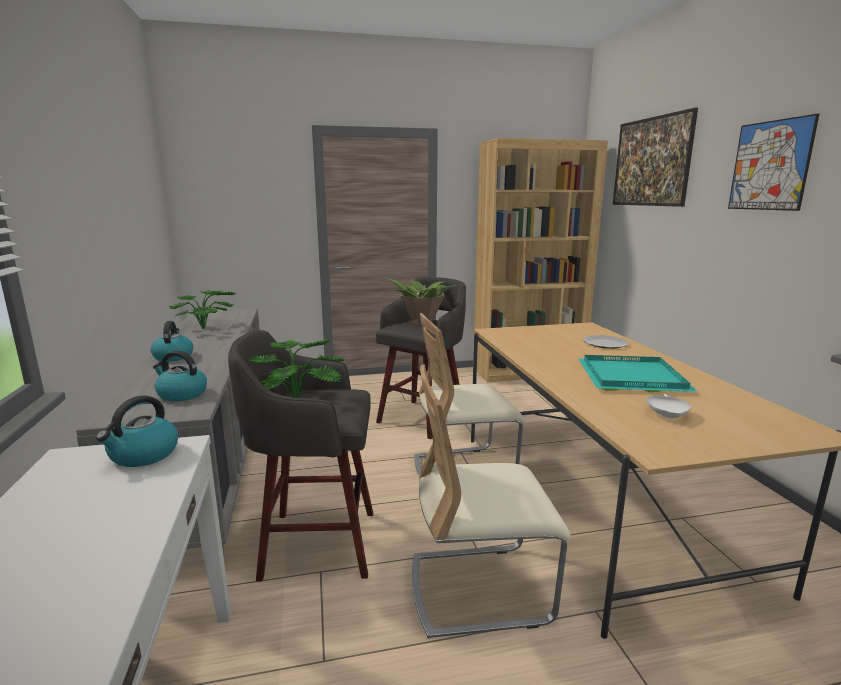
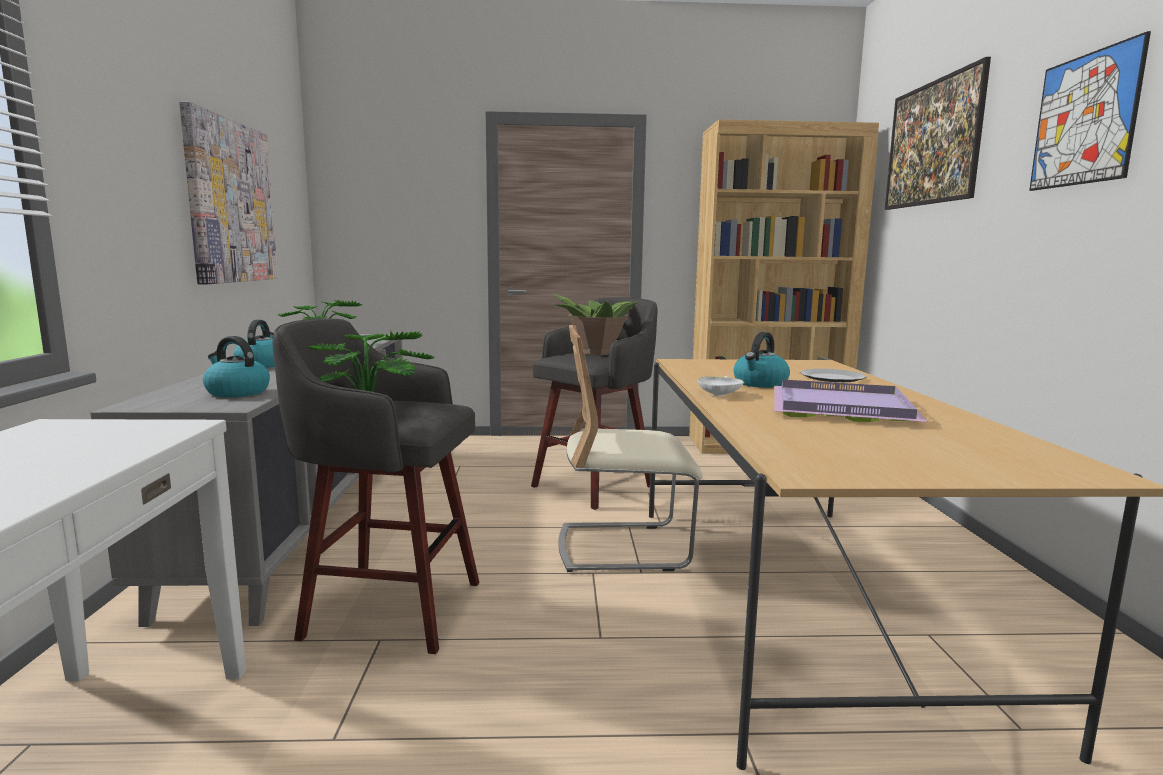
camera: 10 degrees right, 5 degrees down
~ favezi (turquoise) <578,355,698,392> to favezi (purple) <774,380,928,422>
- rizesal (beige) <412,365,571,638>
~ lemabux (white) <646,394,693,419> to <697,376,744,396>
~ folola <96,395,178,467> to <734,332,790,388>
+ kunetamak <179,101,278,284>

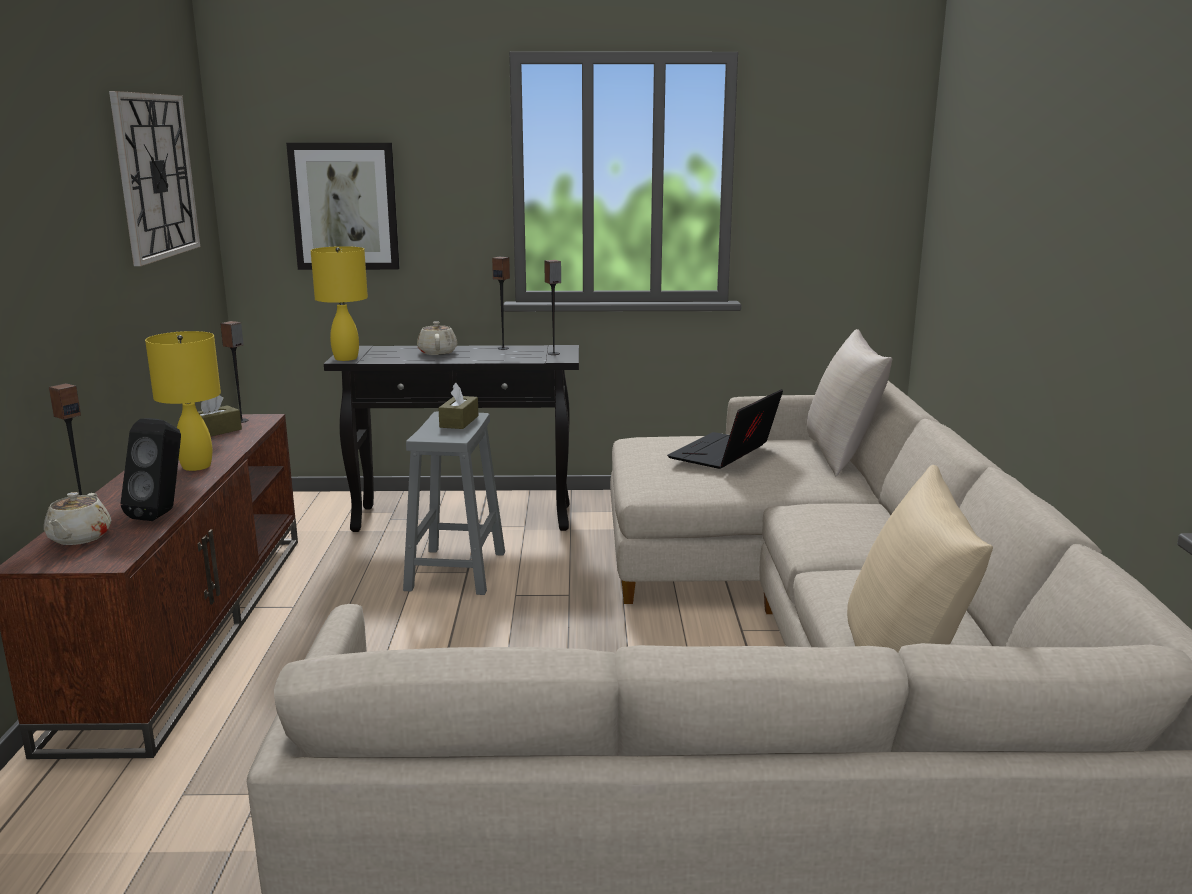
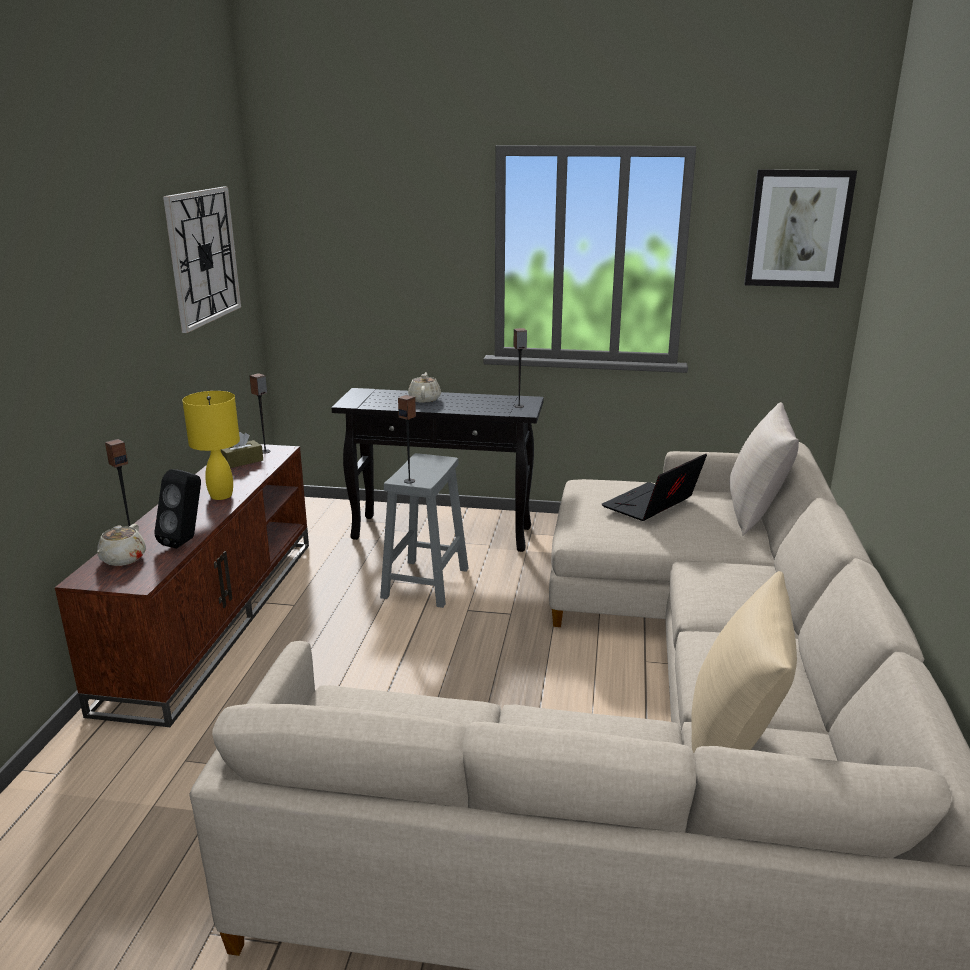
camera: 10 degrees right, 5 degrees up
~ kunetamak <286,143,400,270> to <744,169,857,288>
- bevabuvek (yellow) <311,246,368,361>
~ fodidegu <492,257,510,350> to <398,395,416,483>
- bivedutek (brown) <438,383,479,429>

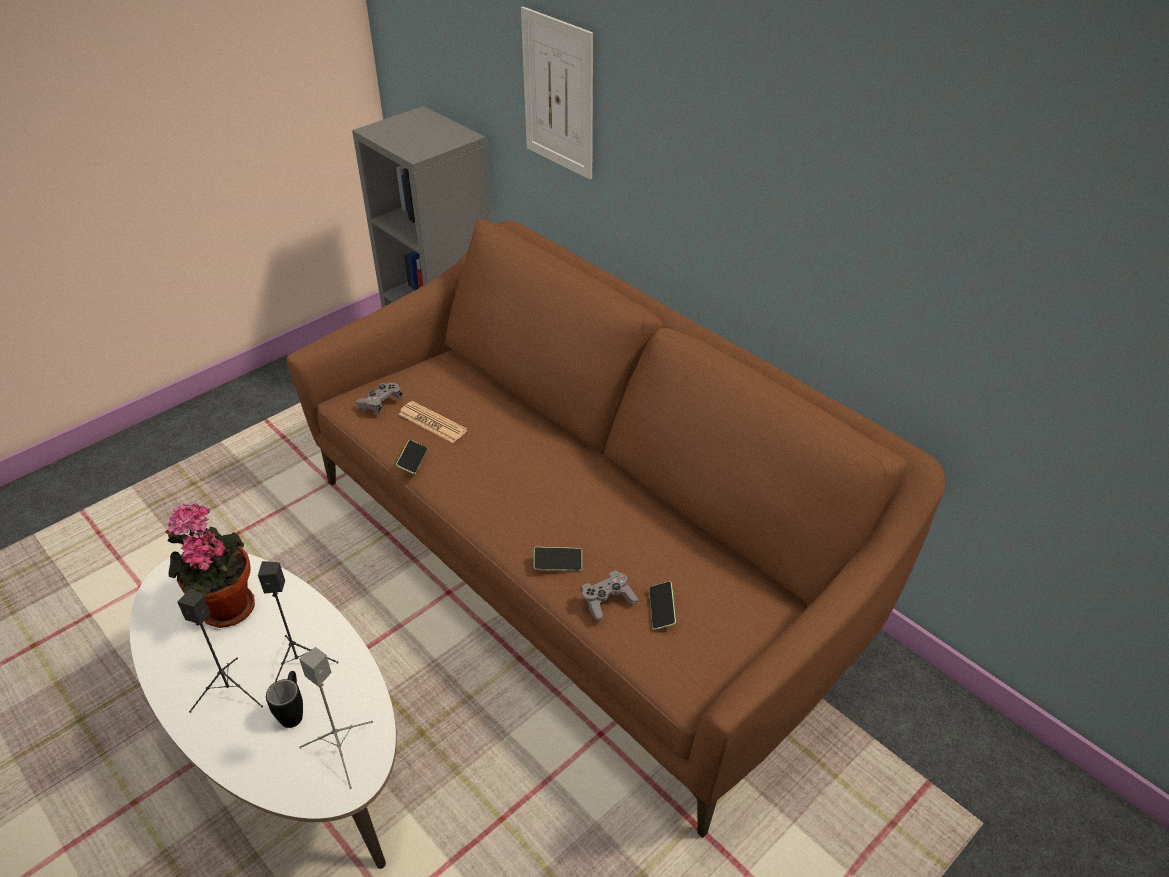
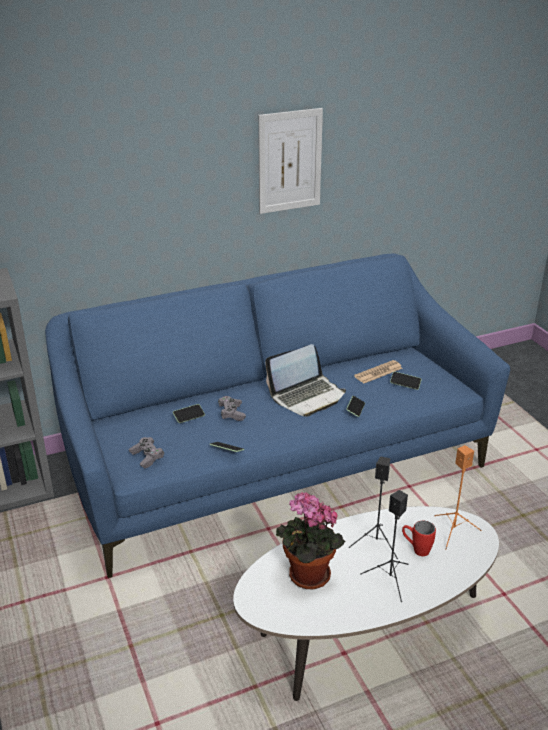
camera: 70 degrees left, 10 degrees down
~ kunetamak <521,7,593,179> to <258,108,323,214>
~ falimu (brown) <286,220,946,838> to falimu (blue) <45,254,510,578>
~ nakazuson <398,401,467,443> to <354,360,403,383>
~ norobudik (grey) <581,570,638,621> to <218,396,246,421>
~ fodidegu (grey) <299,647,373,789> to fodidegu (orange) <434,445,481,550>
~ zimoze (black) <266,671,303,728> to zimoze (red) <402,521,436,556>
+ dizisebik <265,344,346,417>
+ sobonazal <173,404,205,423>

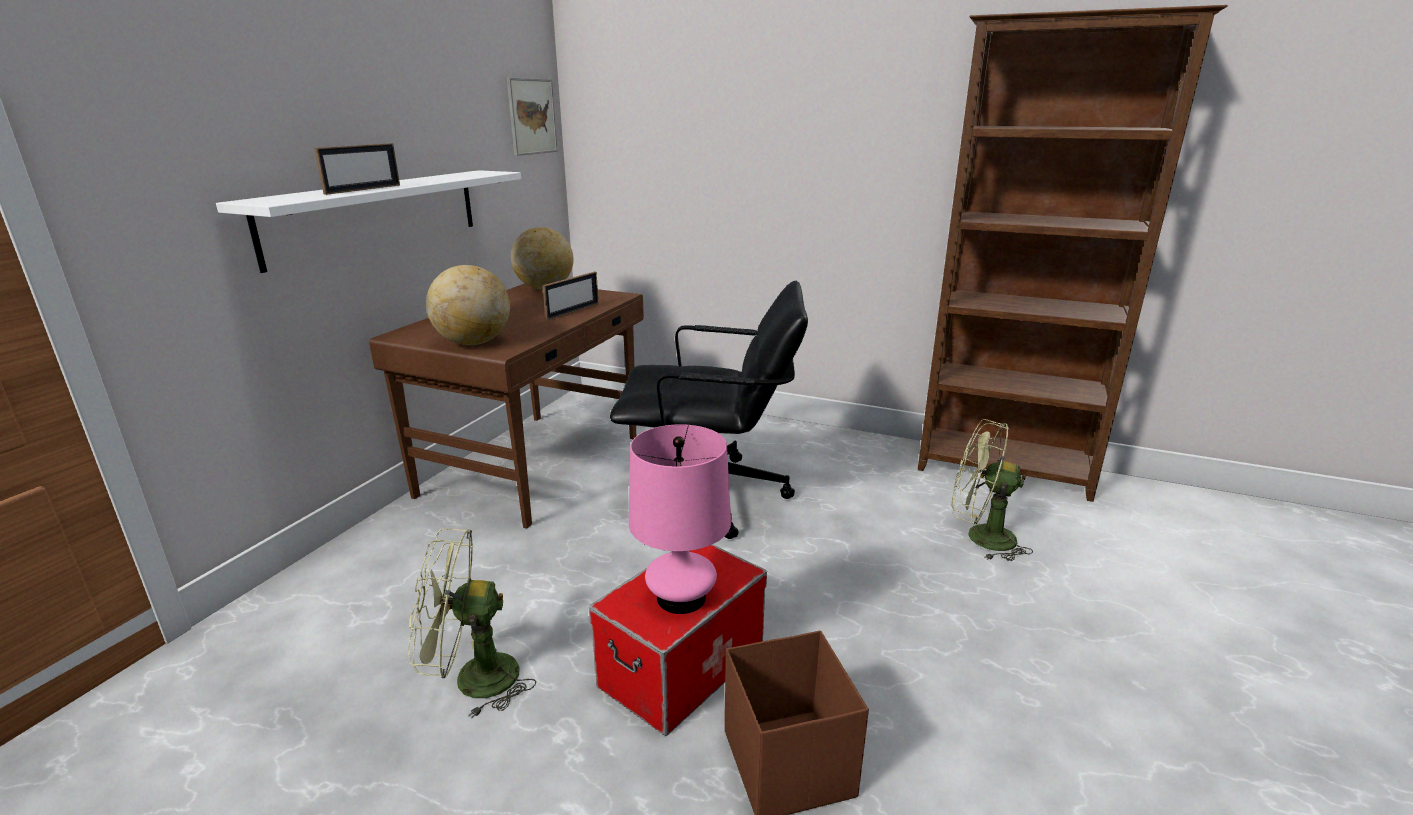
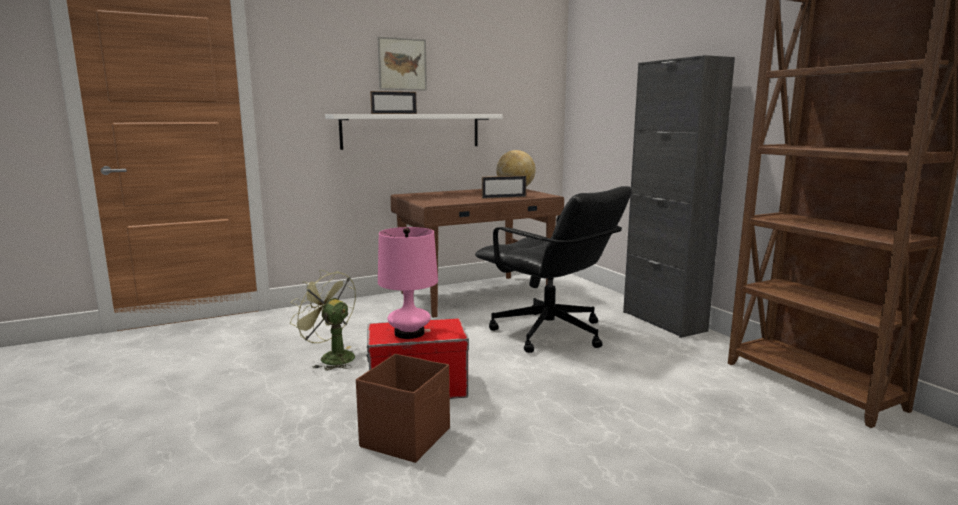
camera: 40 degrees right, 10 degrees down
~ kunetamak <507,78,558,156> to <378,36,427,91>
- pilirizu <426,265,510,345>
- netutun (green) <951,419,1033,561>
+ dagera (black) <623,55,735,338>

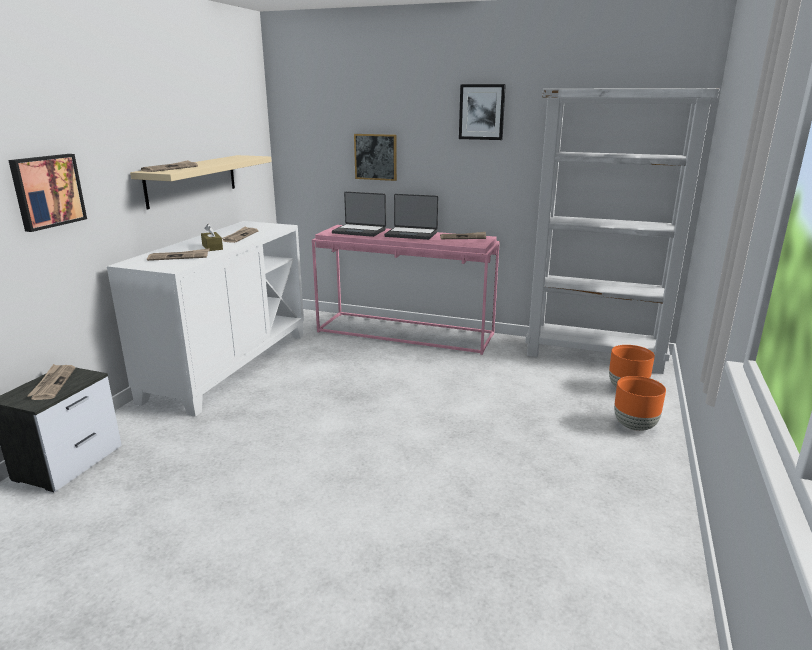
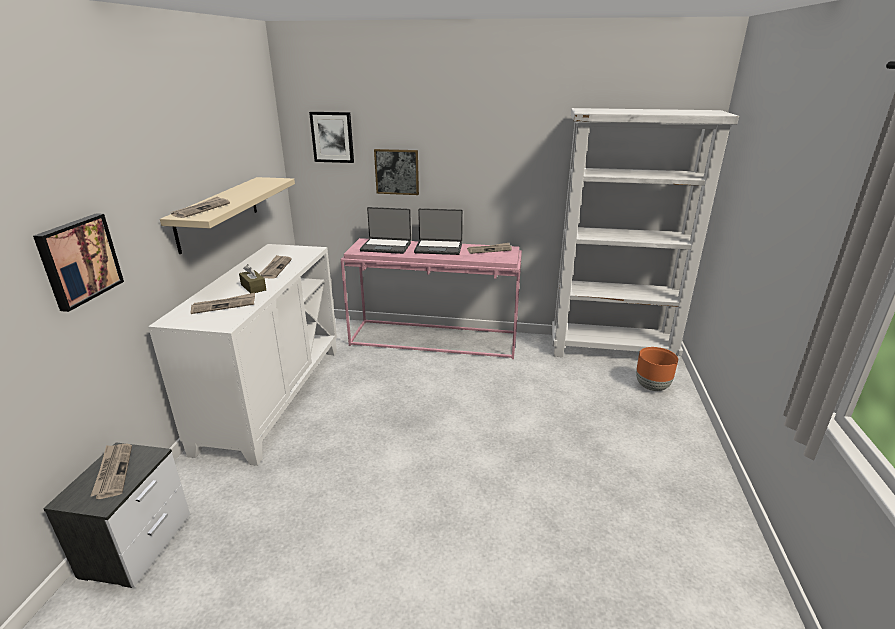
camera: 10 degrees left, 5 degrees up
~ kunetamak <459,84,506,140> to <309,112,354,163>
- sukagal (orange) <614,376,666,431>

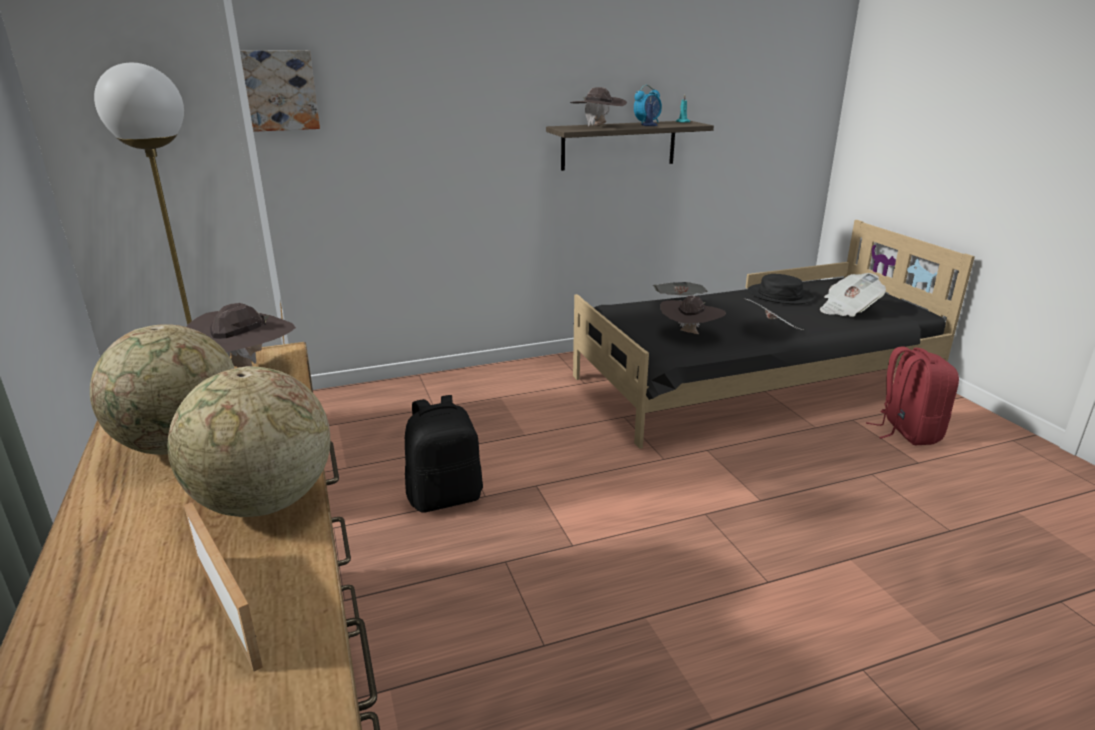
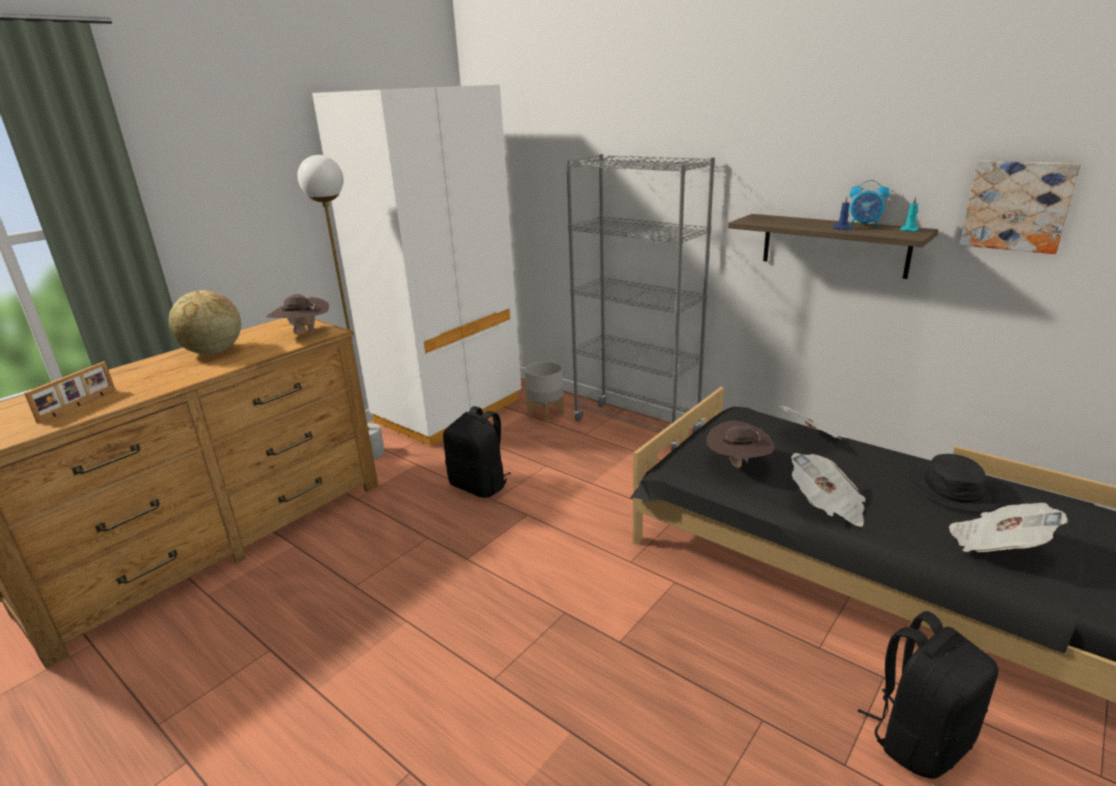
camera: 60 degrees right, 0 degrees up
~ kunetamak <240,50,320,132> to <960,161,1081,254>
- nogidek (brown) <570,87,627,127>
~ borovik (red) <866,347,959,445> to borovik (black) <857,611,998,779>
- pilirizu <167,366,330,517>
+ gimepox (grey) <566,154,715,451>
+ sukagal (grey) <525,361,564,424>

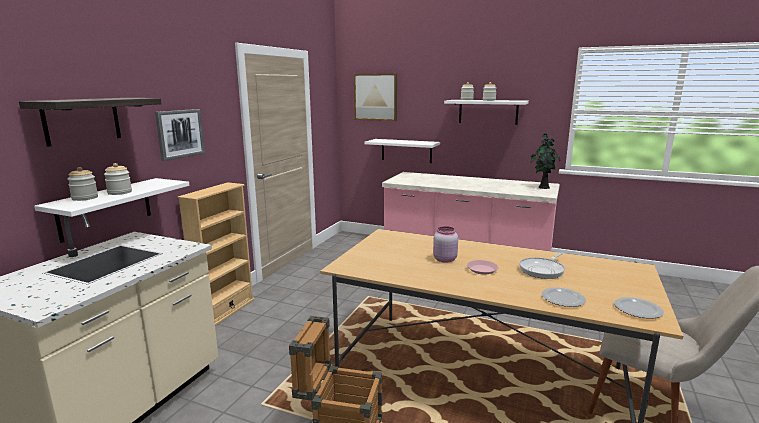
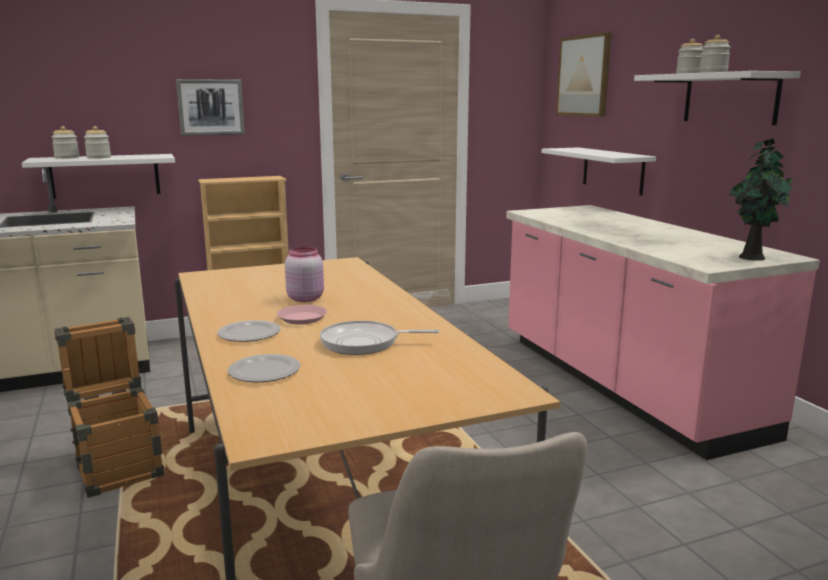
camera: 45 degrees right, 0 degrees up
- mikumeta <19,98,162,147>
~ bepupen <614,297,664,319> to <217,320,281,342>

